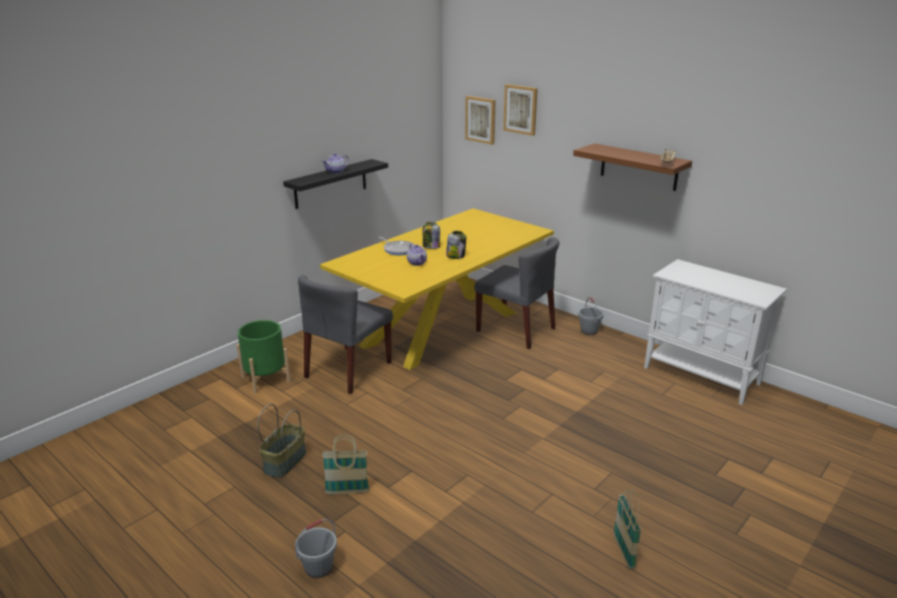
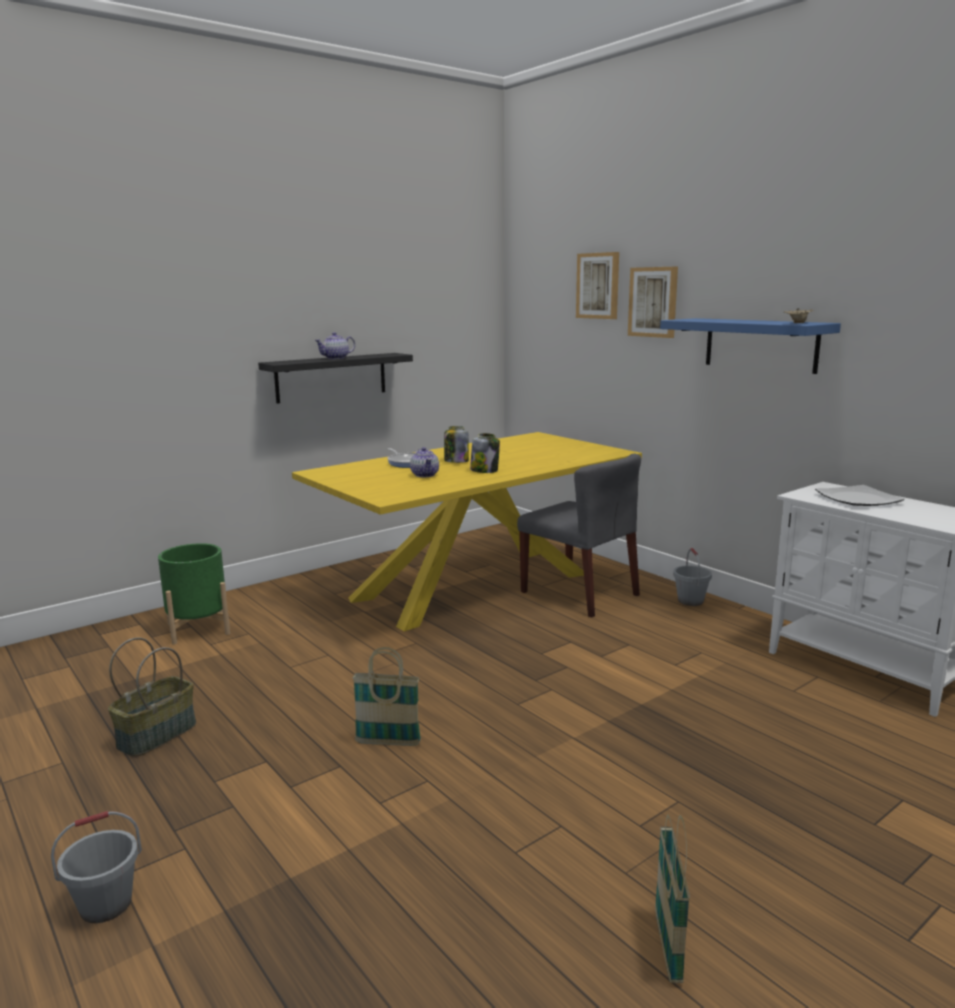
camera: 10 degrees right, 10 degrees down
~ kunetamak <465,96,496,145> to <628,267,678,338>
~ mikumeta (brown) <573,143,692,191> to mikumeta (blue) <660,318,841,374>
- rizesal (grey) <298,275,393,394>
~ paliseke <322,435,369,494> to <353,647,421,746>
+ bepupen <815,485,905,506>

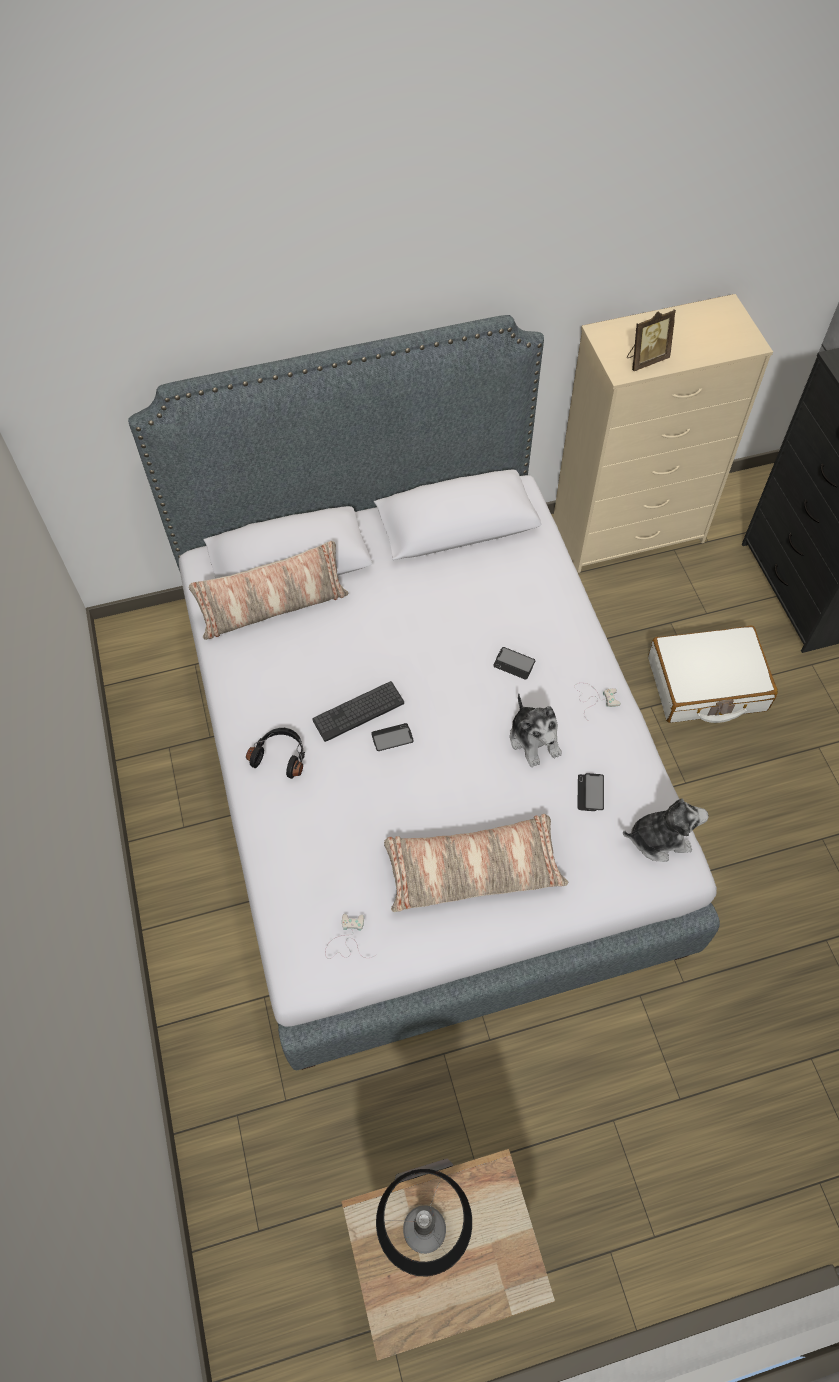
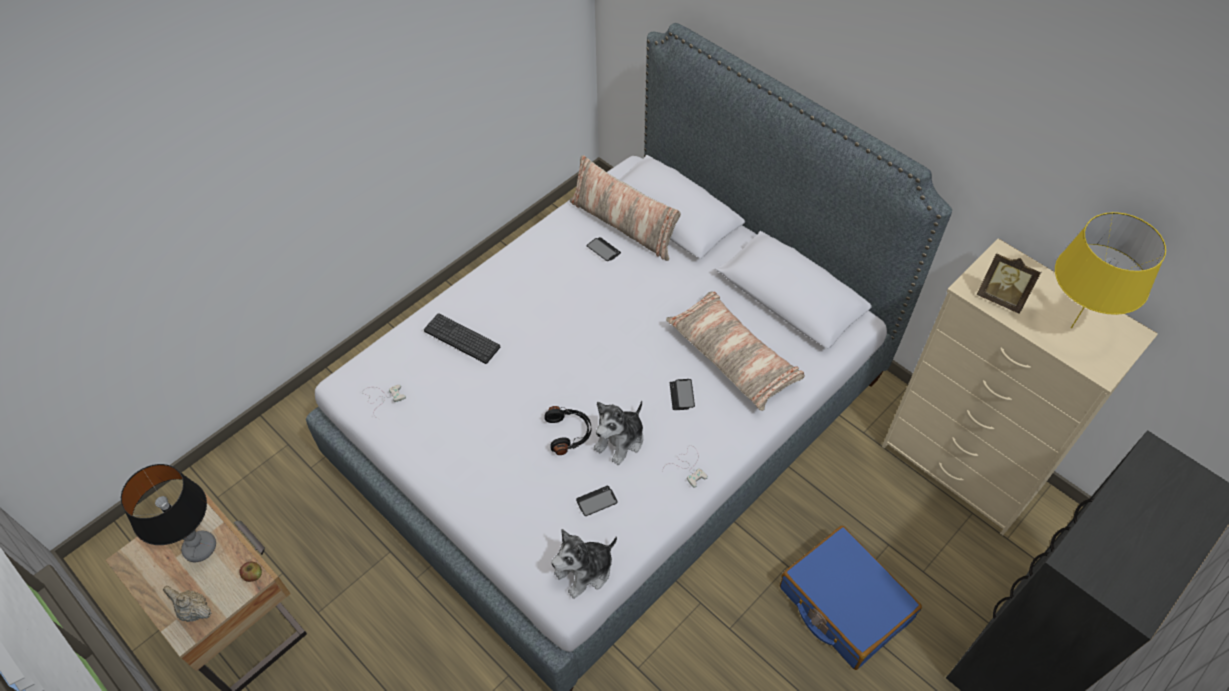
camera: 60 degrees right, 5 degrees down
~ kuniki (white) <648,626,778,723> to kuniki (blue) <780,526,922,670>
~ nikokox <312,681,404,742> to <424,313,500,364>
~ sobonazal <371,723,414,751> to <587,237,621,261>
~ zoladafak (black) <246,728,305,779> to <544,406,591,455>
~ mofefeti <623,798,709,862> = <552,529,617,599> 90 degrees clockwise
~ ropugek <384,814,568,912> to <666,292,805,411>
+ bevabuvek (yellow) <1055,212,1166,328>
+ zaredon <239,562,262,582>
+ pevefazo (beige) <163,586,212,622>

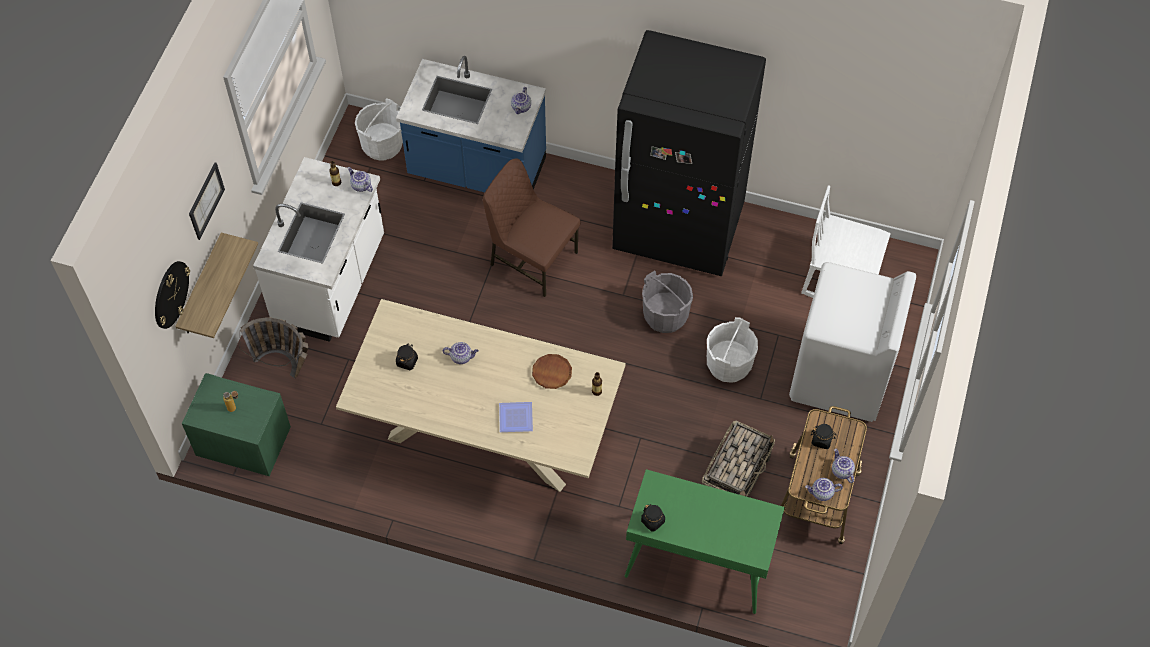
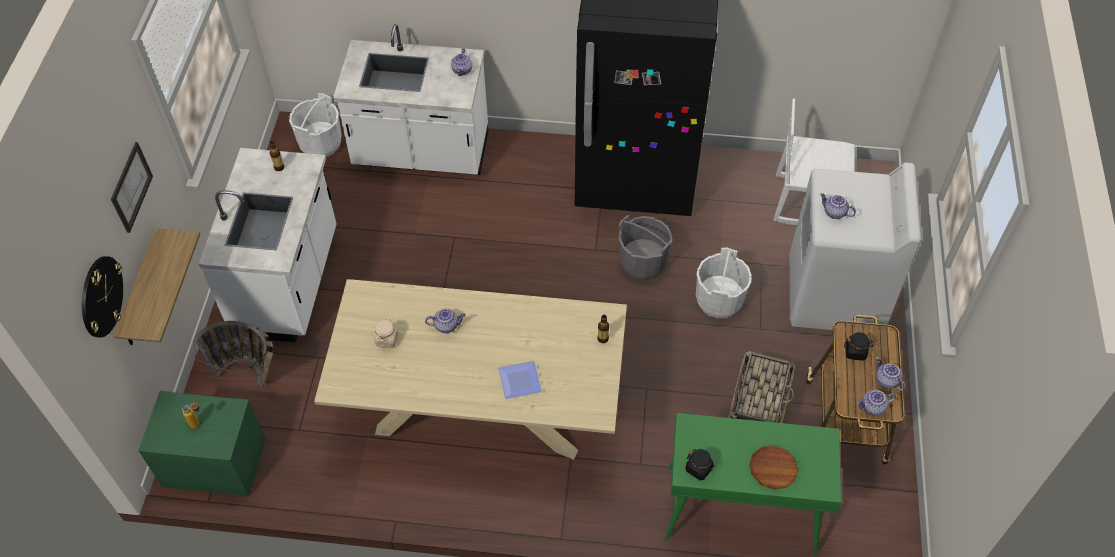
camera: 10 degrees left, 5 degrees down
~ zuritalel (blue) <396,56,546,192> to zuritalel (white) <333,24,489,175>
- rizesal (brown) <483,159,580,297>
~ pevefazo <348,167,373,192> to <820,193,856,219>
~ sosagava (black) <396,343,418,370> to sosagava (beige) <374,319,399,349>
~ bepupen (brown) <532,354,572,389> to <749,446,798,490>

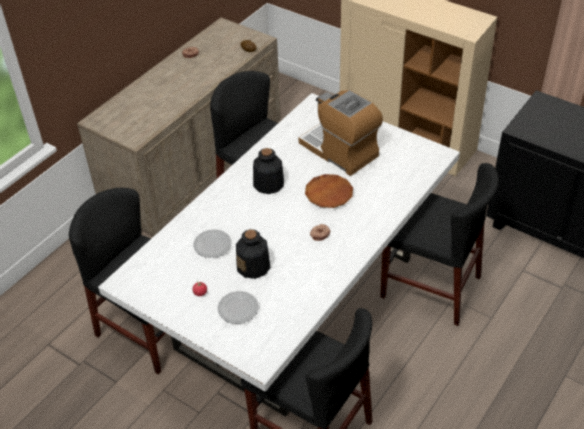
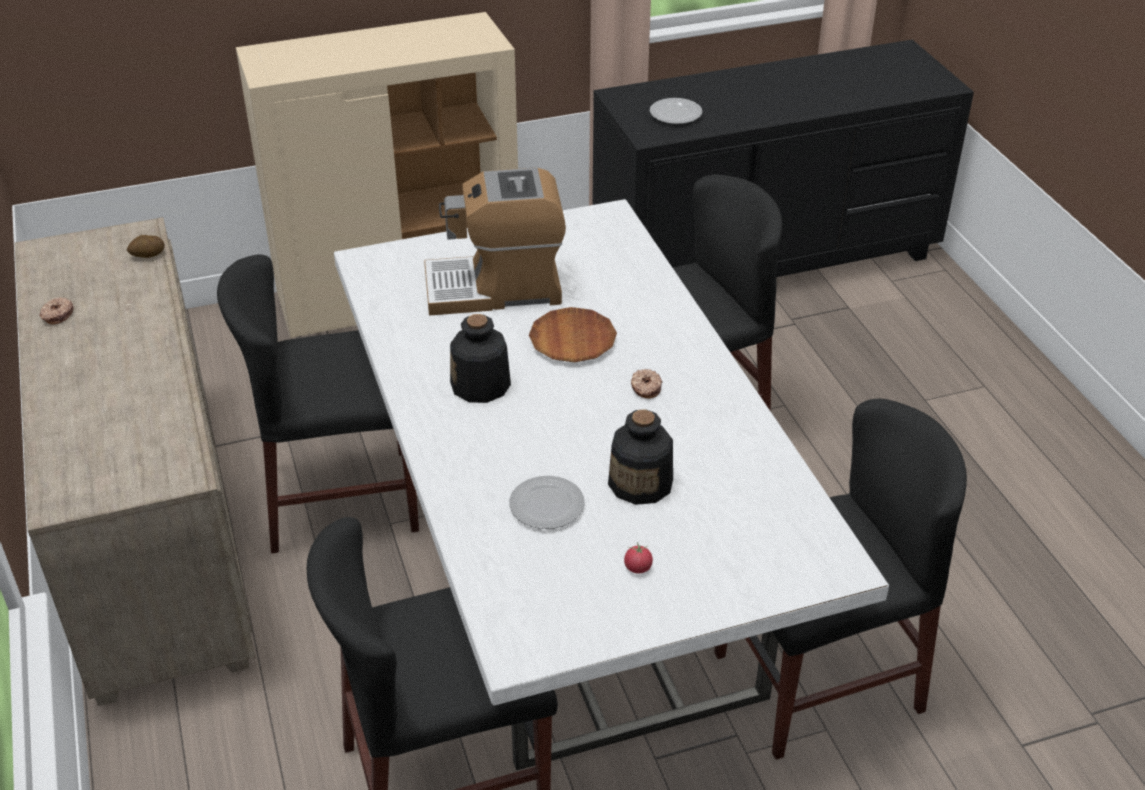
camera: 55 degrees left, 5 degrees down
~ bepupen <218,291,259,324> to <650,98,702,124>

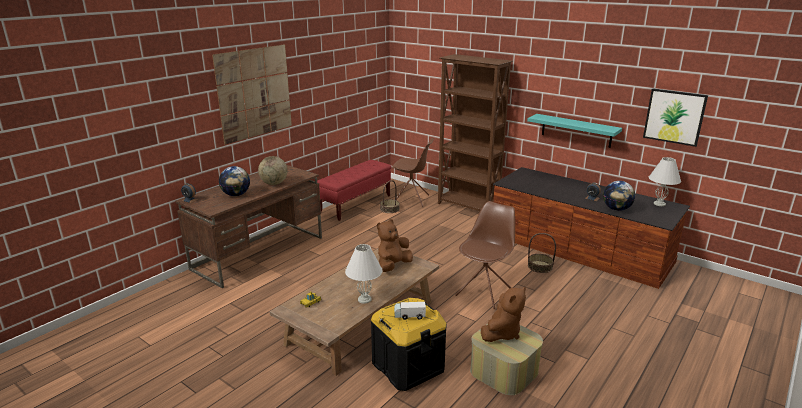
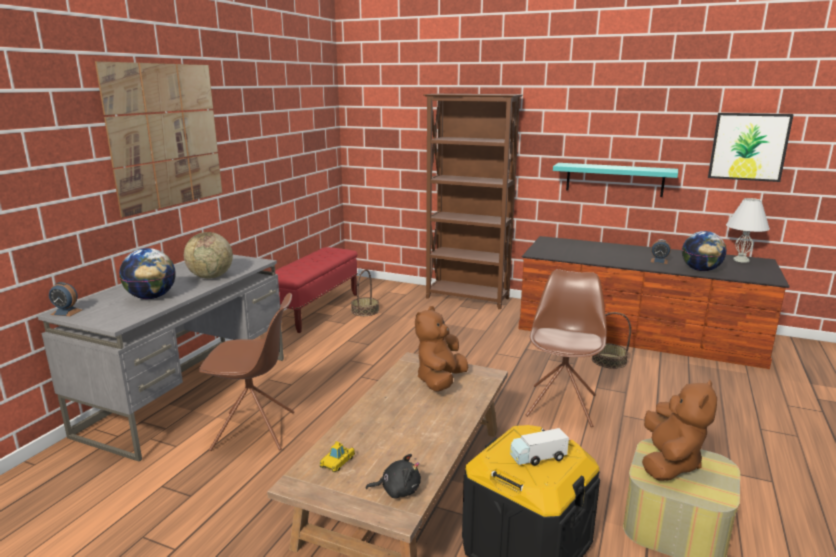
camera: 15 degrees left, 5 degrees down
~ rizesal (brown) <392,138,434,207> to <199,293,294,451>
~ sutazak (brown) <176,165,322,288> to sutazak (grey) <38,255,284,461>
- bevabuvek (white) <345,244,383,304>
+ mofefeti (black) <366,454,421,499>

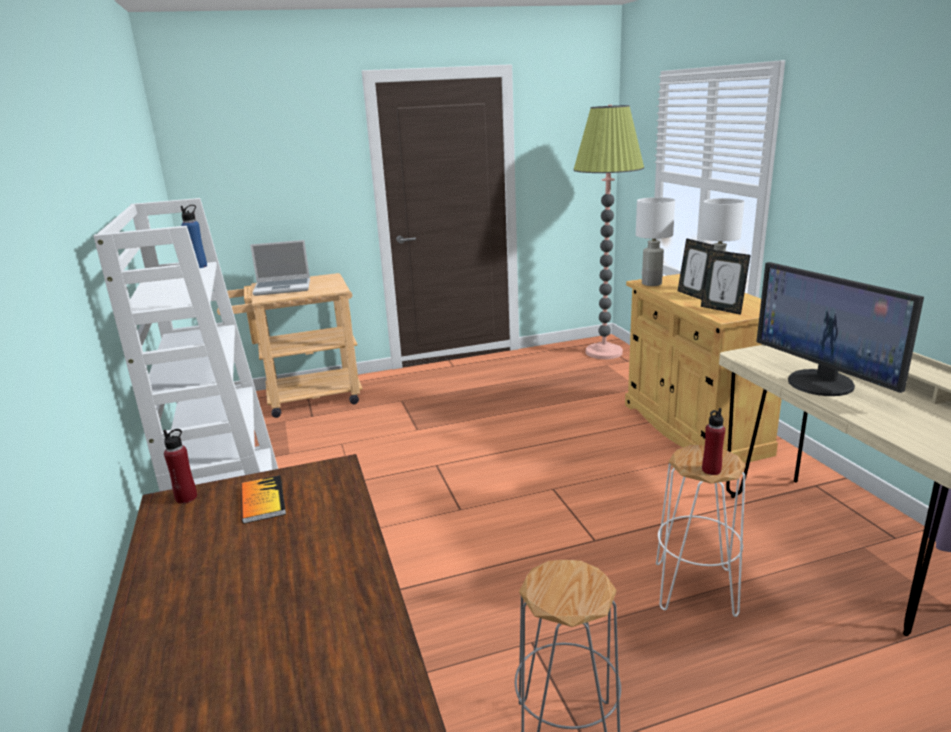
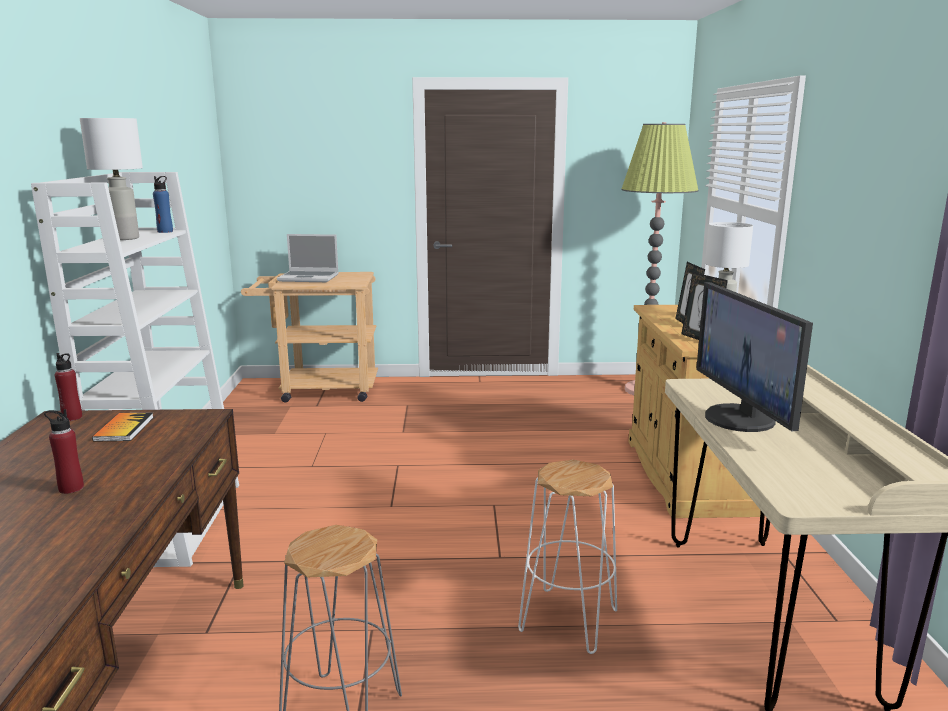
camera: 15 degrees right, 5 degrees down
~ bevabuvek (white) <636,197,675,286> to <80,118,143,240>
~ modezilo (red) <702,408,725,475> to <44,409,84,494>

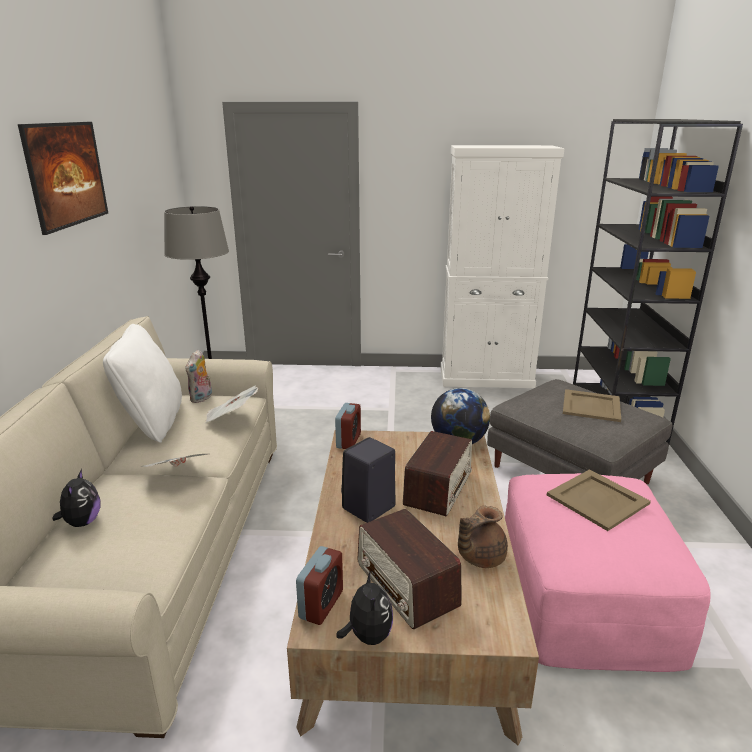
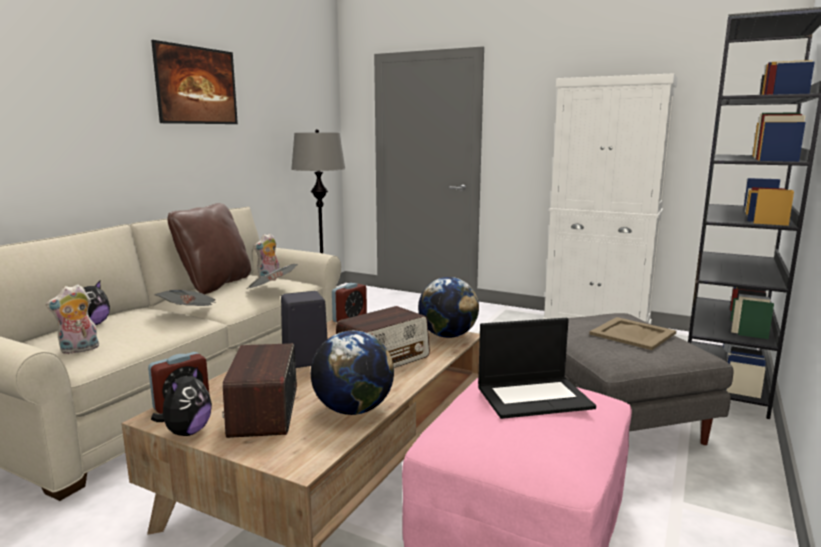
camera: 25 degrees right, 10 degrees down
~ ropugek (white) <103,324,182,443> to ropugek (brown) <167,203,251,295>
~ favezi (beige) <547,469,651,531> to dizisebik <478,318,596,419>
~ pevefazo (brown) <458,506,508,568> to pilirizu <311,331,394,415>
+ mofefeti <46,284,99,354>

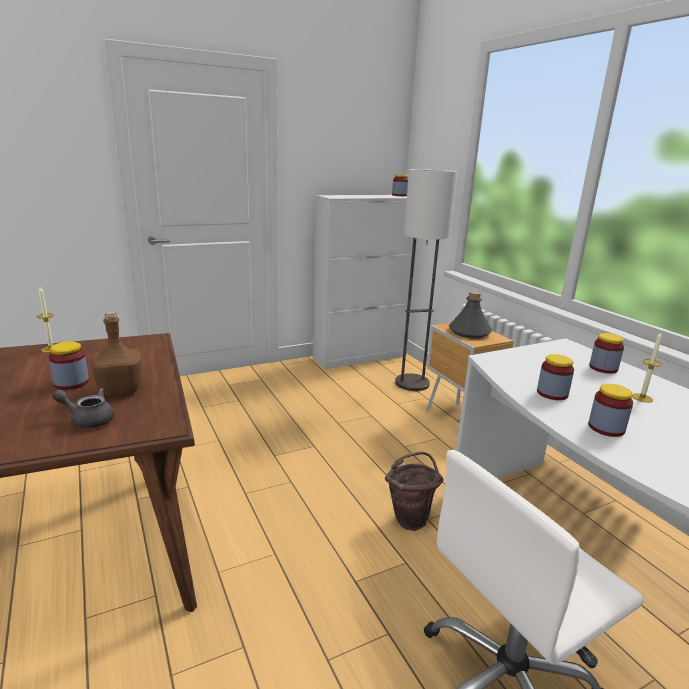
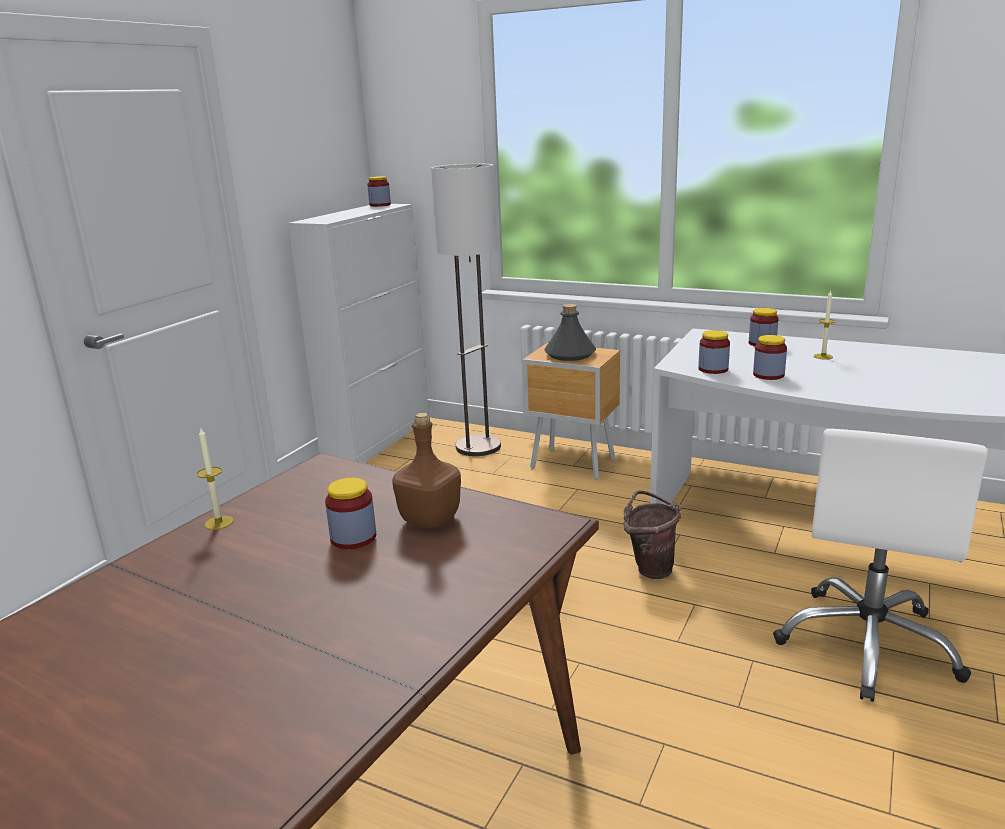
camera: 35 degrees left, 0 degrees up
~ sosagava <588,384,633,437> to <698,330,730,374>
- pevefazo (grey) <52,388,114,428>

